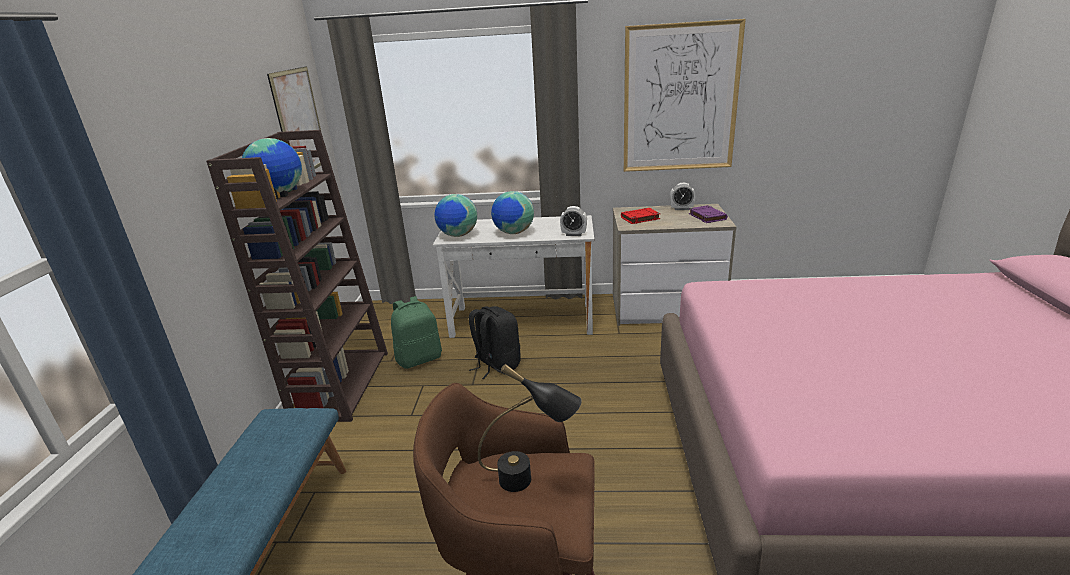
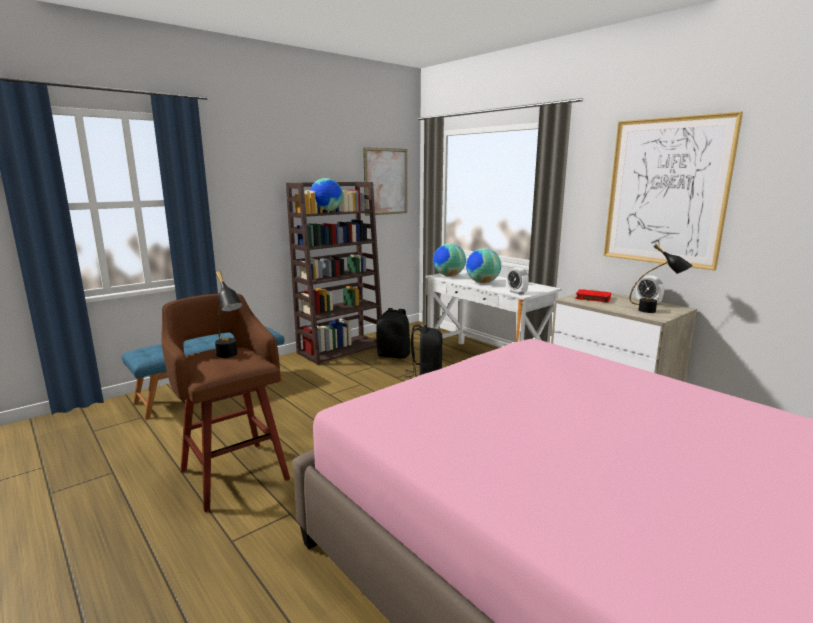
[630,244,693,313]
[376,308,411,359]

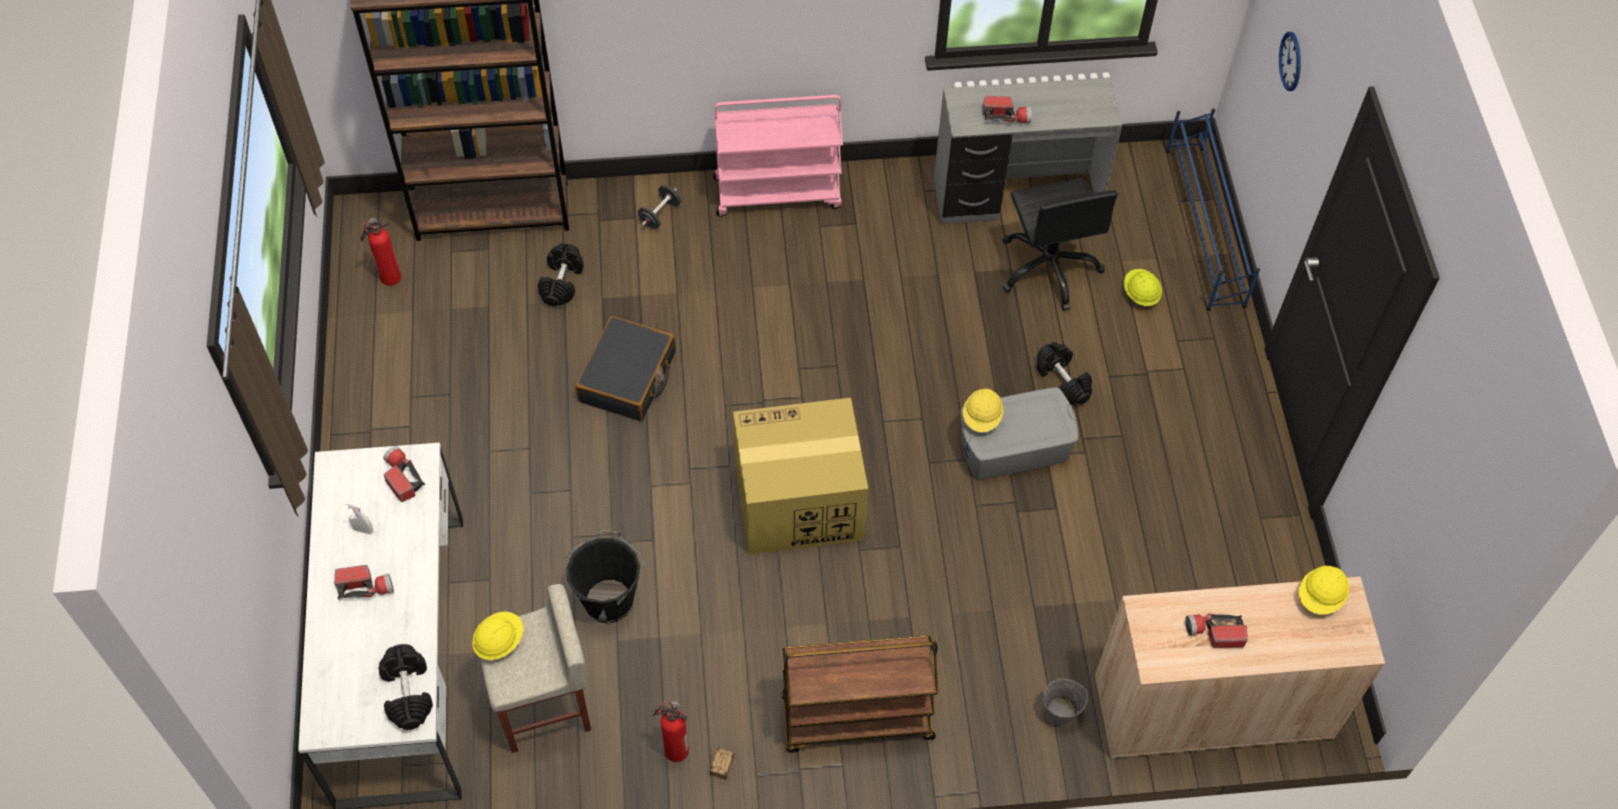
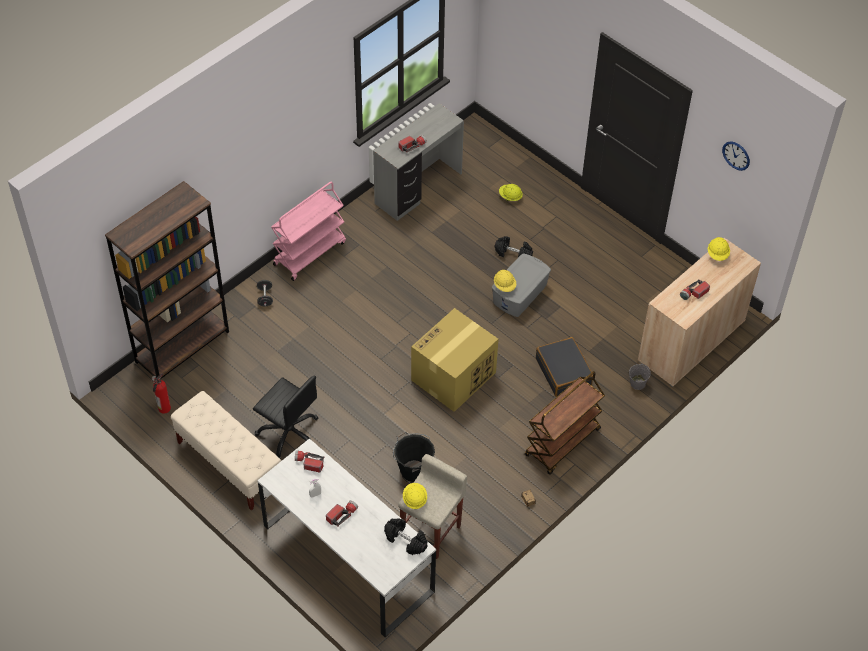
[722,141,750,171]
[1166,109,1260,311] (first image)
[253,376,318,458]
[538,243,584,306] (first image)
[536,337,593,397]
[653,701,689,762] (first image)
[171,391,281,511]

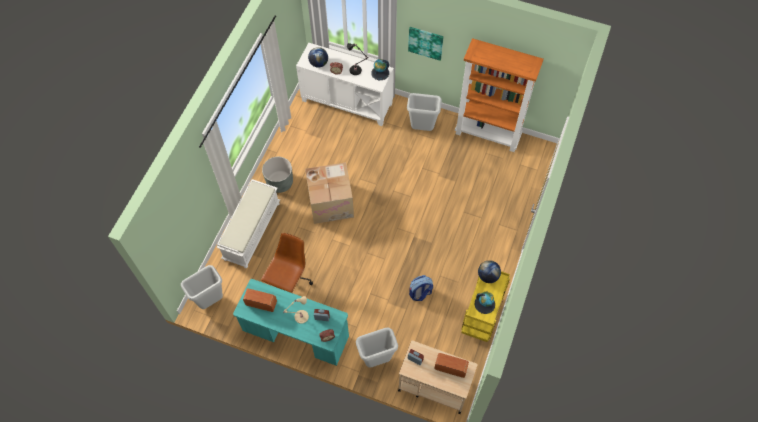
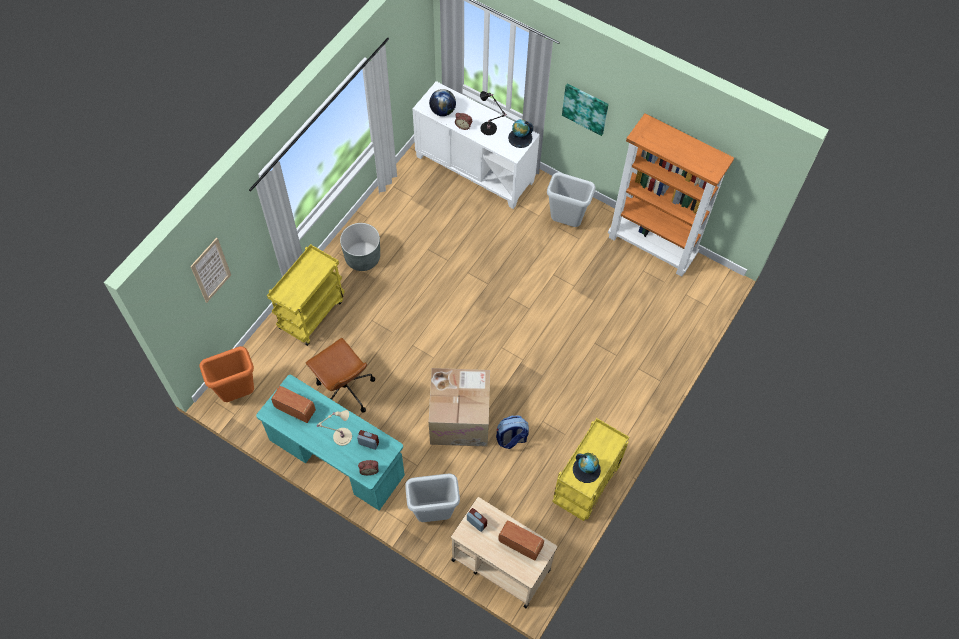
[429,368,490,447]
[267,244,345,346]
[305,338,375,413]
[478,260,501,283] (first image)
[199,346,254,402]
[190,238,231,303]

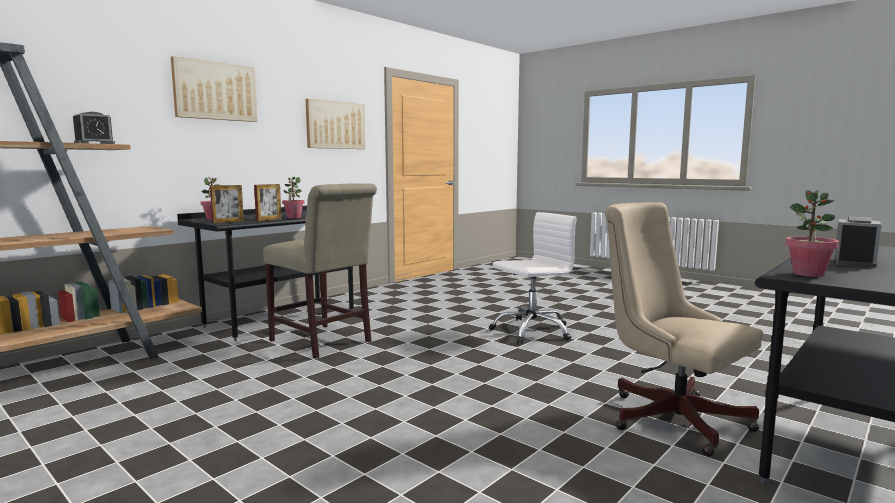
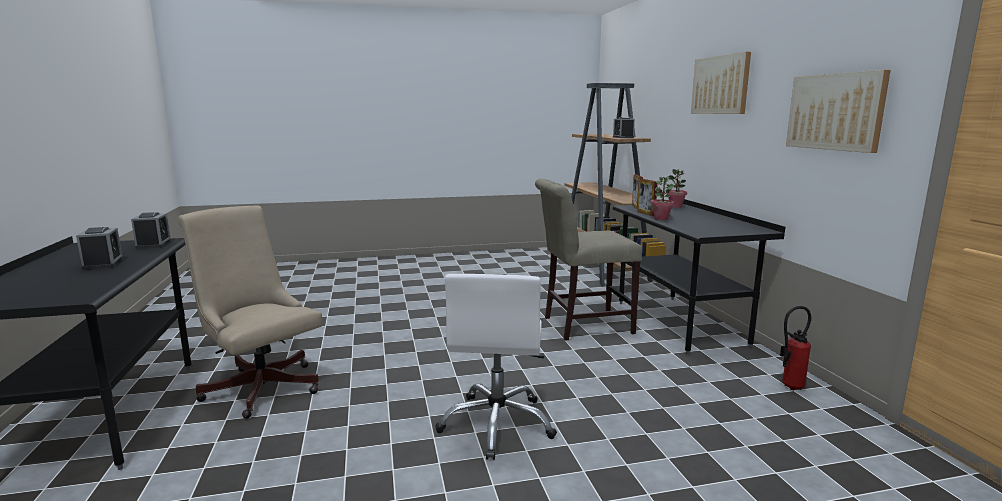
[131,212,171,249]
[178,205,322,419]
[780,306,811,390]

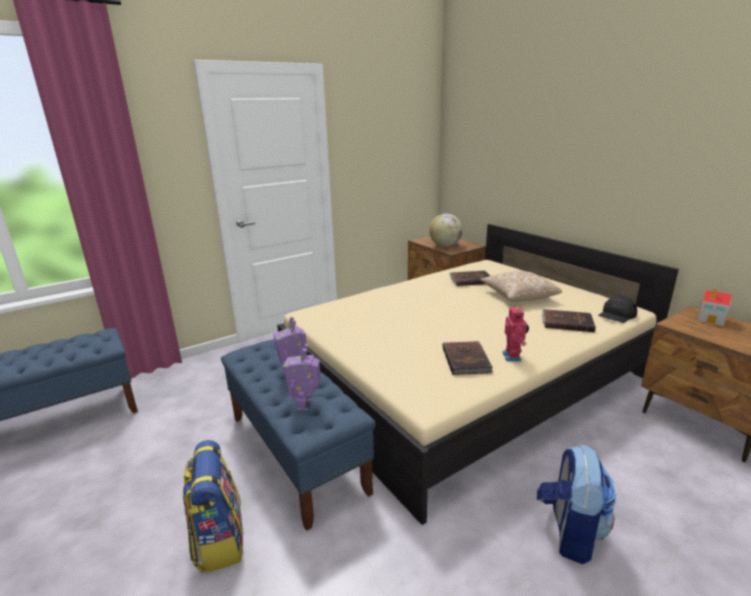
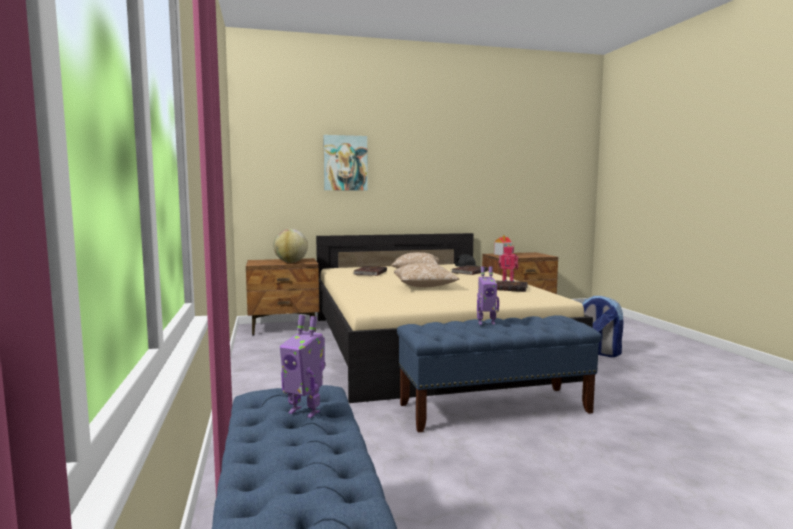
[280,315,326,418]
[182,440,243,573] (first image)
[323,135,368,190]
[394,263,459,287]

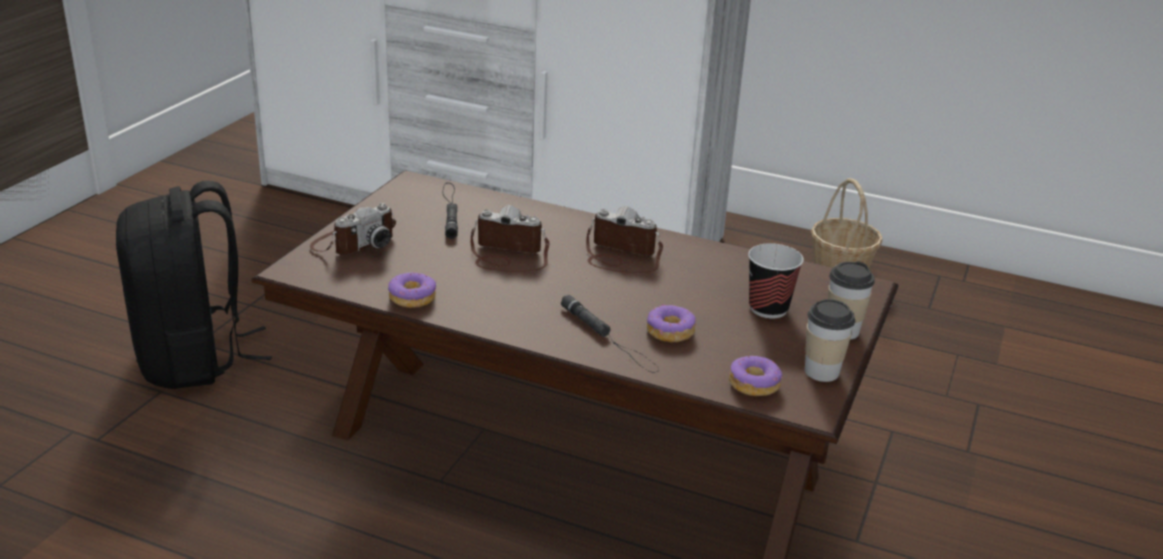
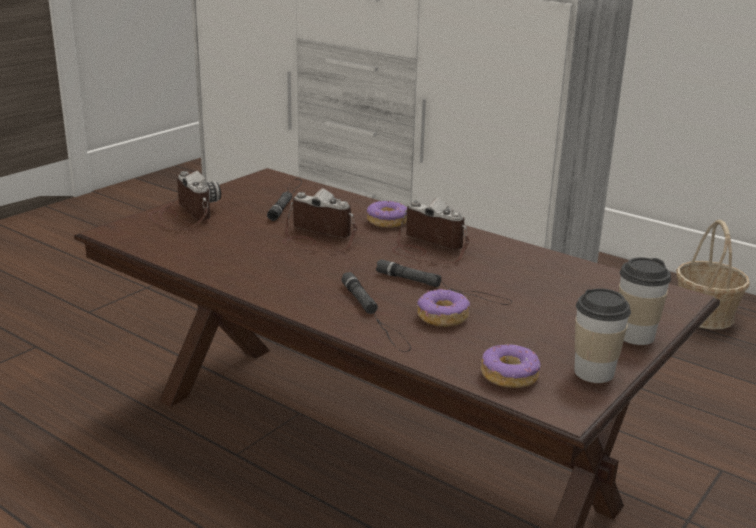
[116,181,272,389] (first image)
[148,171,221,230]
[748,243,804,319] (first image)
[367,201,407,228]
[376,259,511,305]

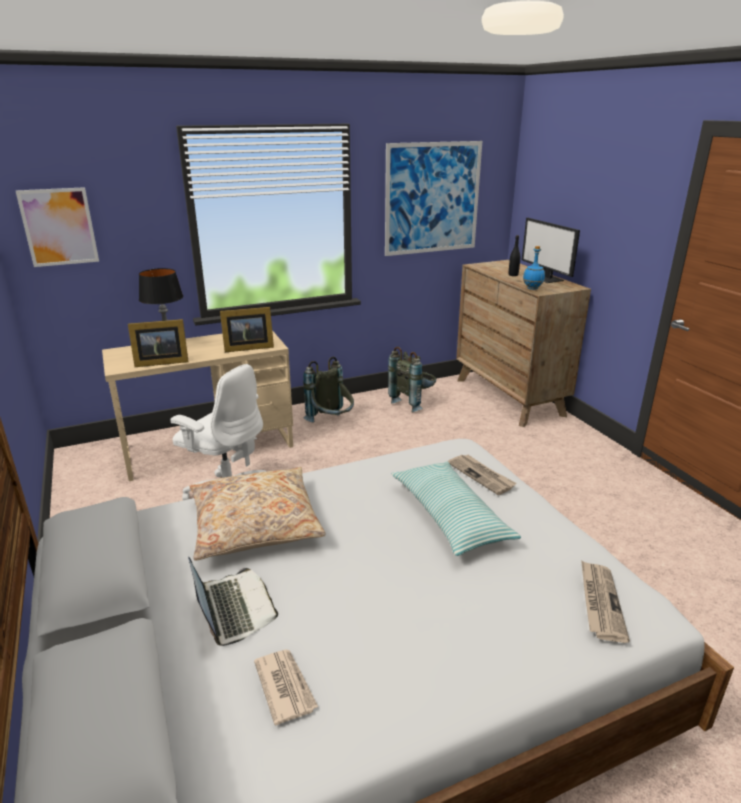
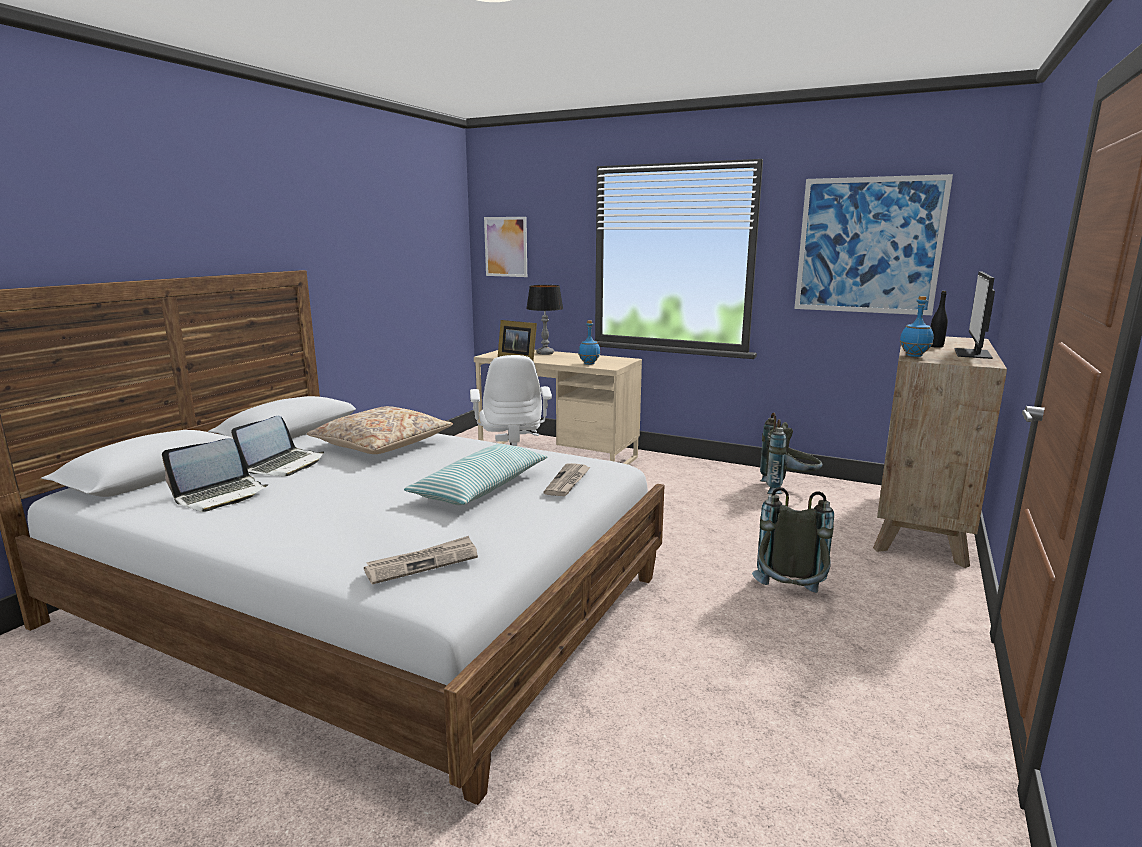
[579,320,600,365]
[752,487,834,593]
[162,438,269,512]

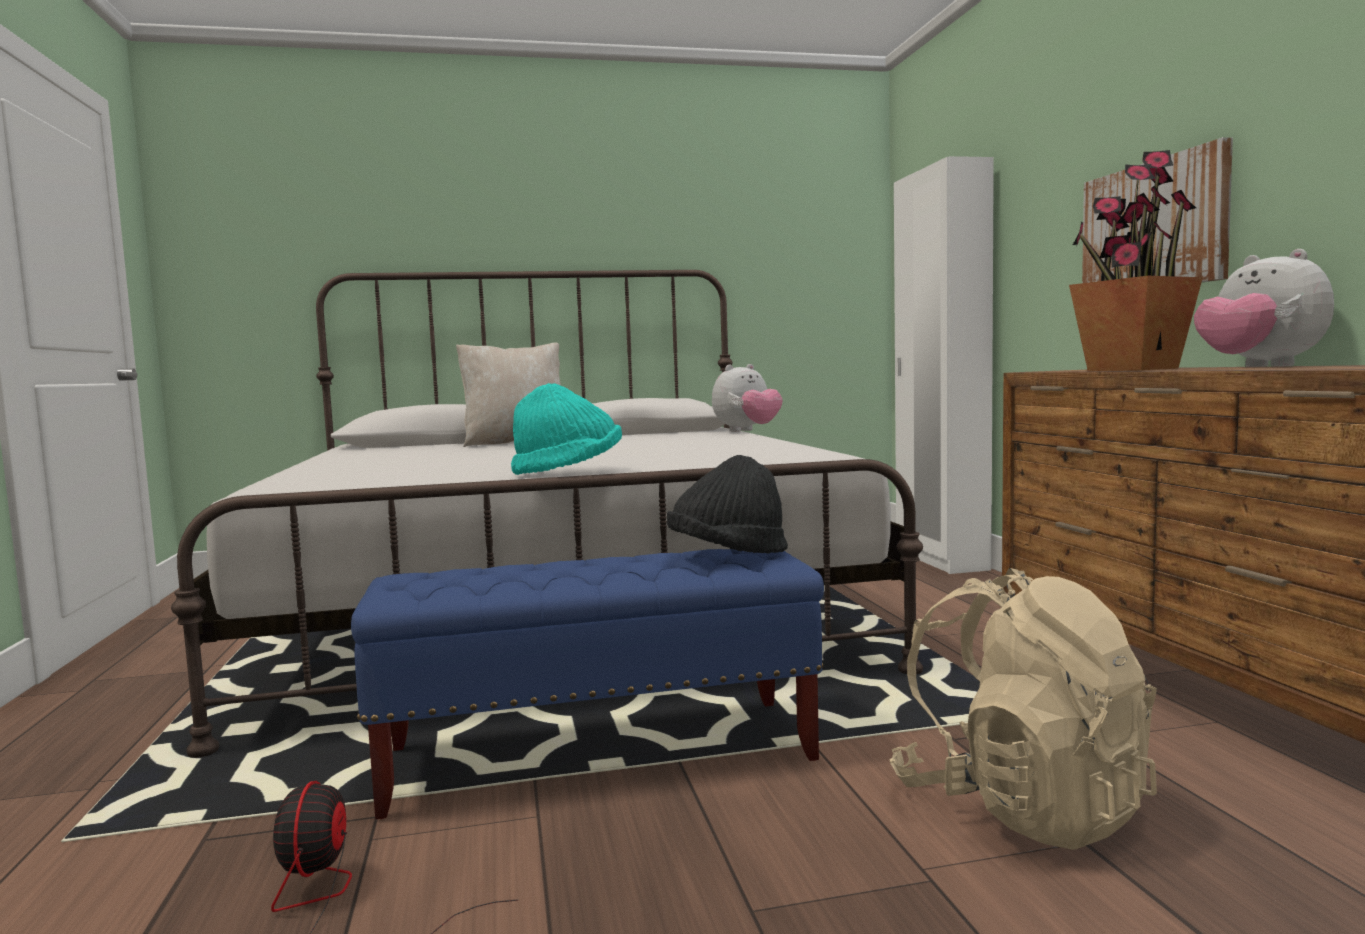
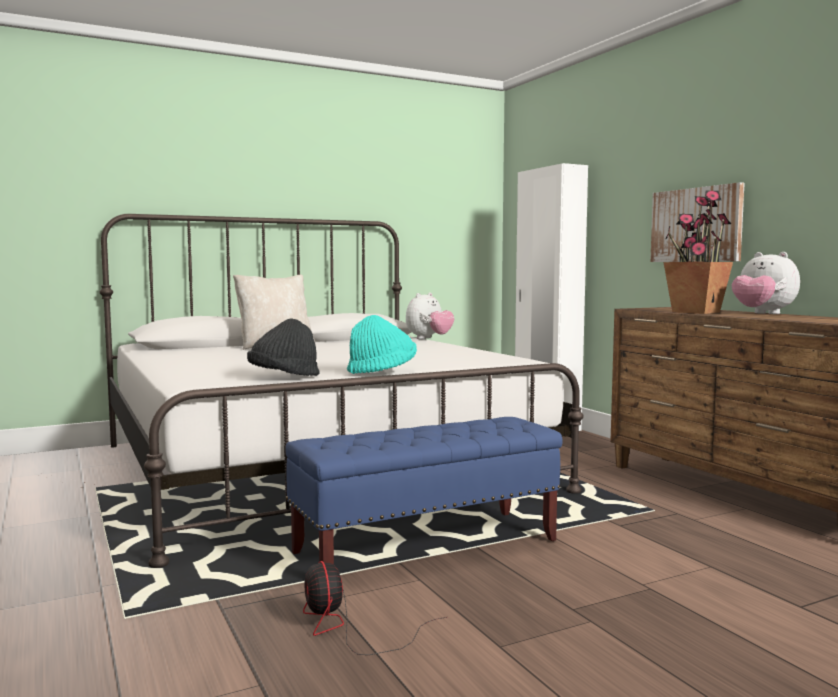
[247,318,320,376]
[890,568,1157,850] (first image)

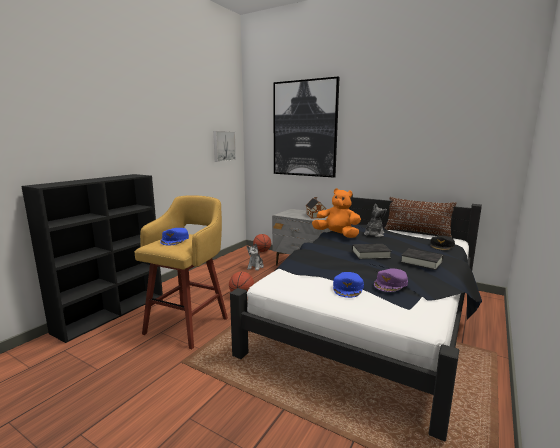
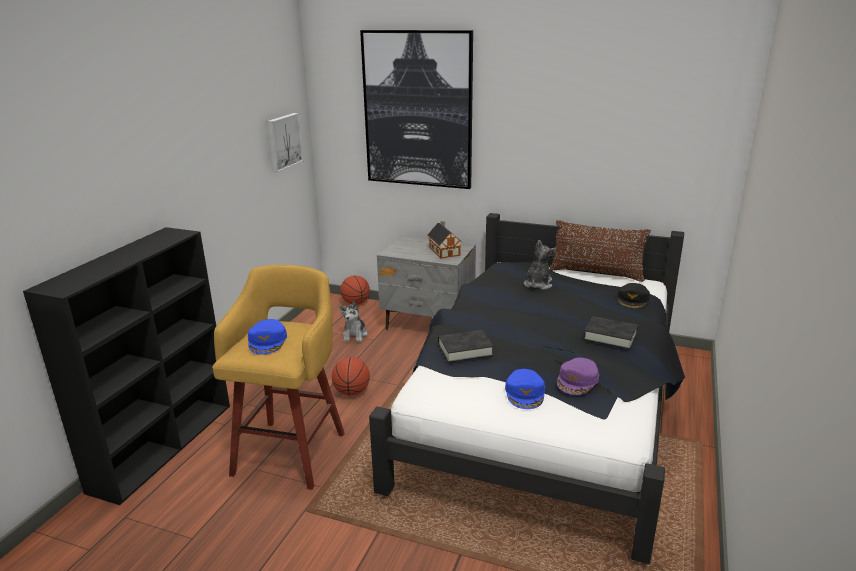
[312,188,361,238] (first image)
[438,330,494,363]

